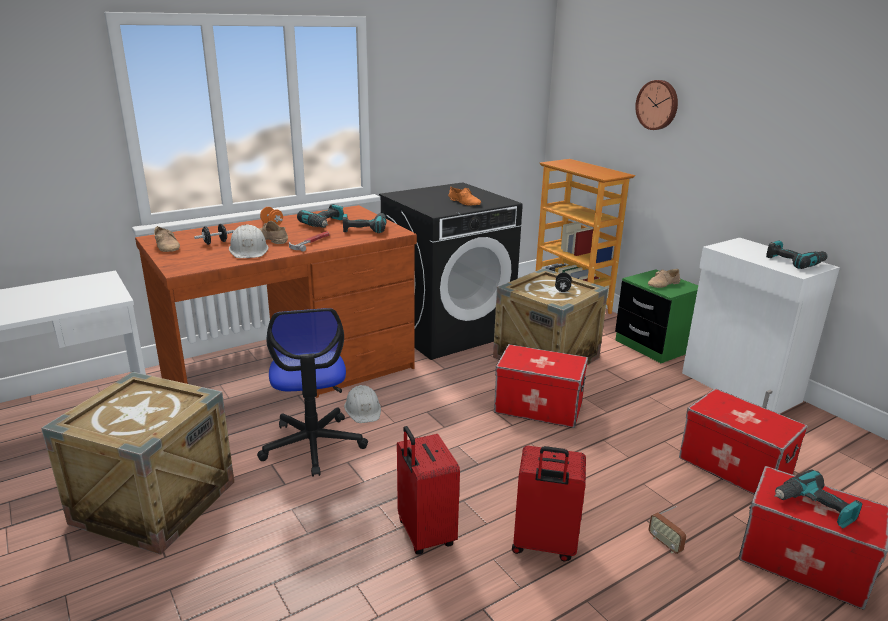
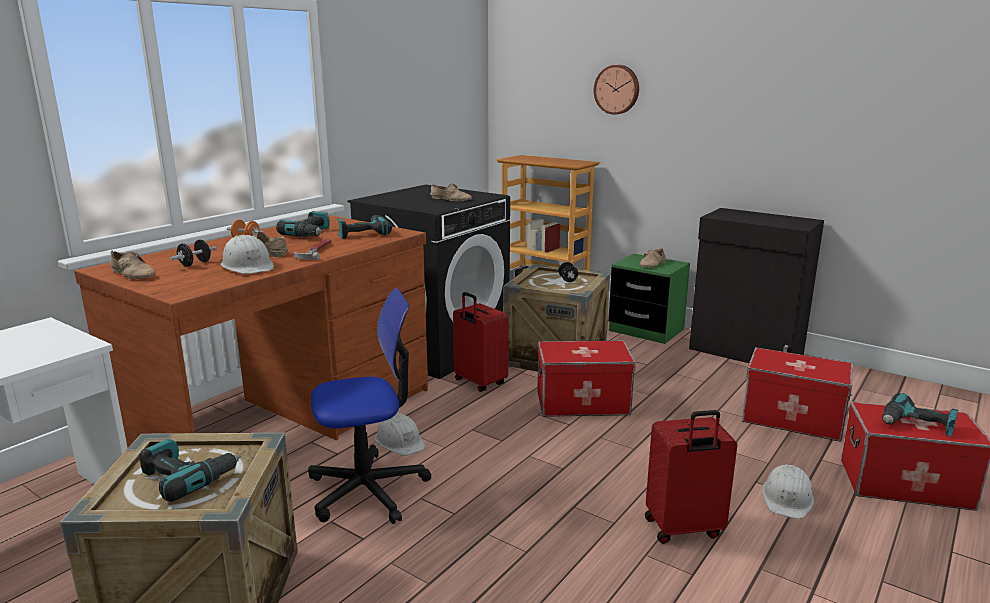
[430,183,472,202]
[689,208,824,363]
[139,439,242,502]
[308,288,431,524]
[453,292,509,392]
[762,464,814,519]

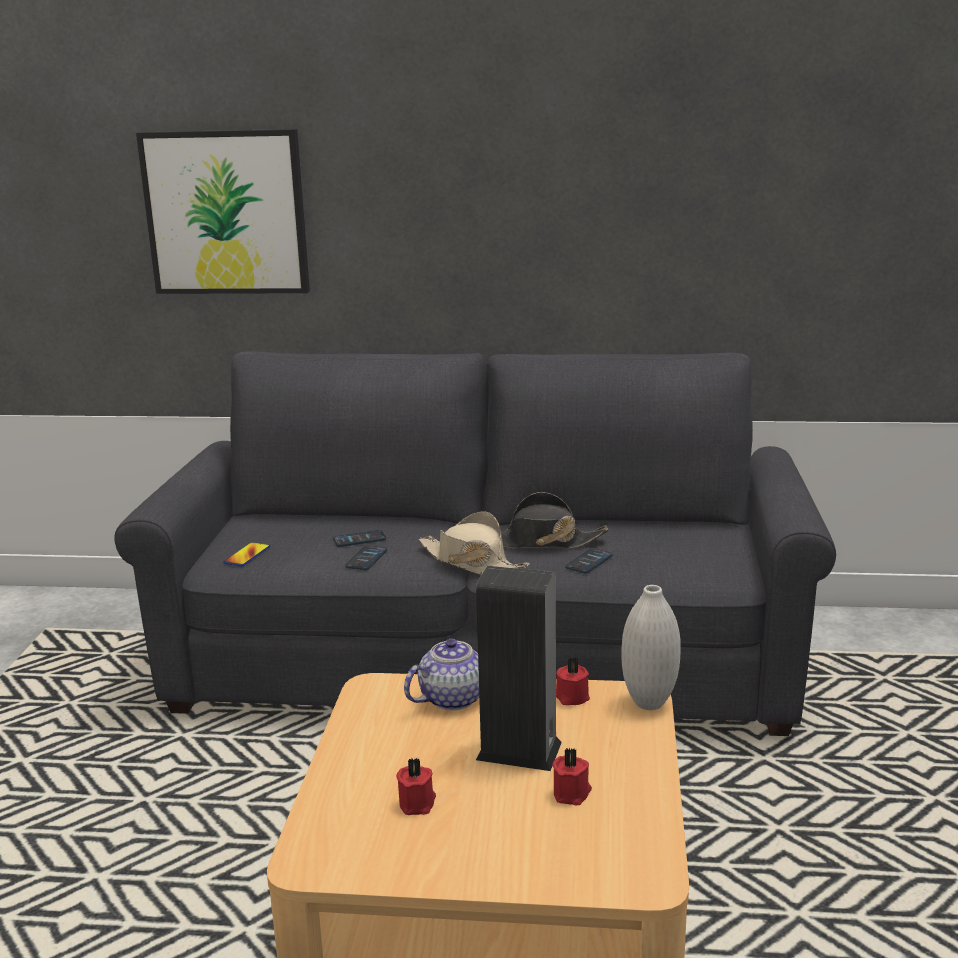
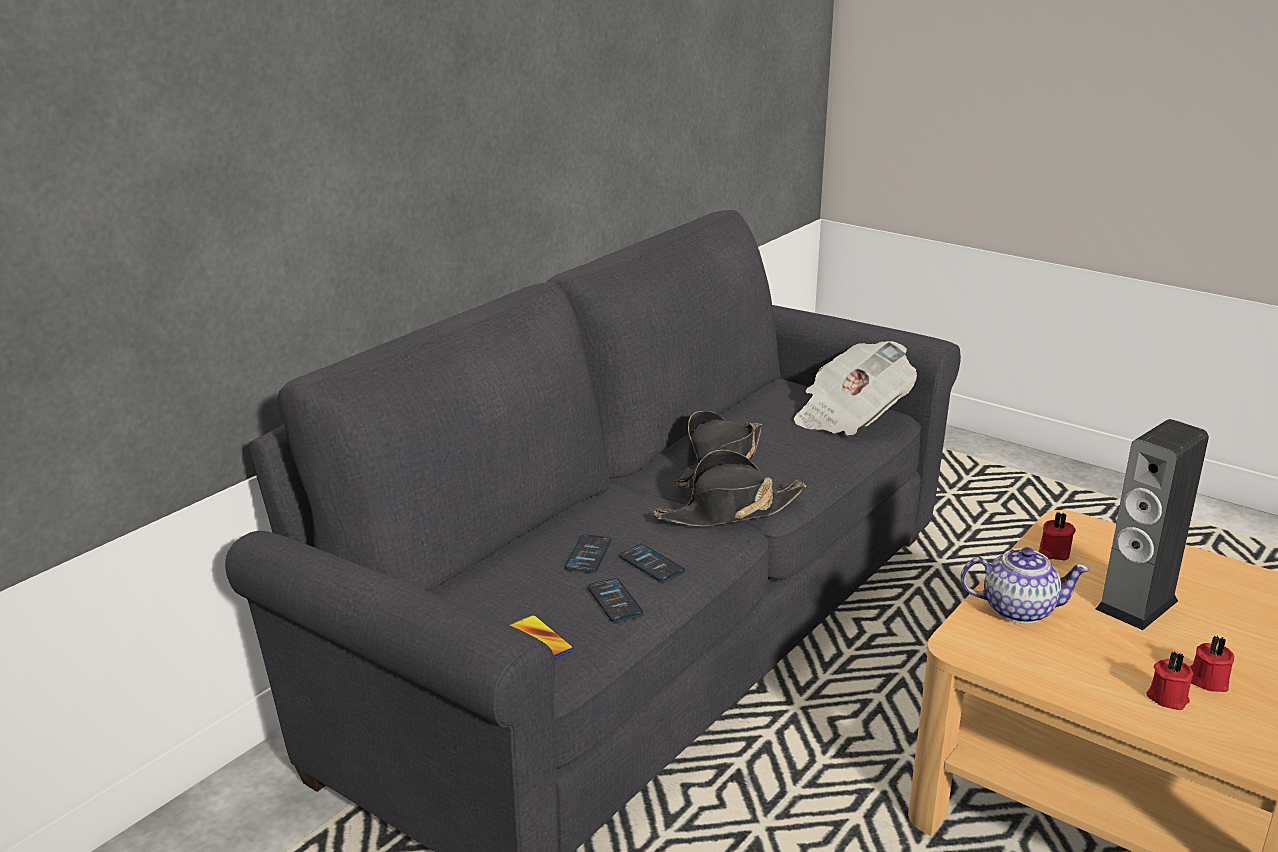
[136,129,310,294] (first image)
[652,450,806,526]
[588,578,643,622]
[621,585,681,710] (first image)
[960,547,1090,624]
[1146,652,1193,710]
[794,341,917,435]

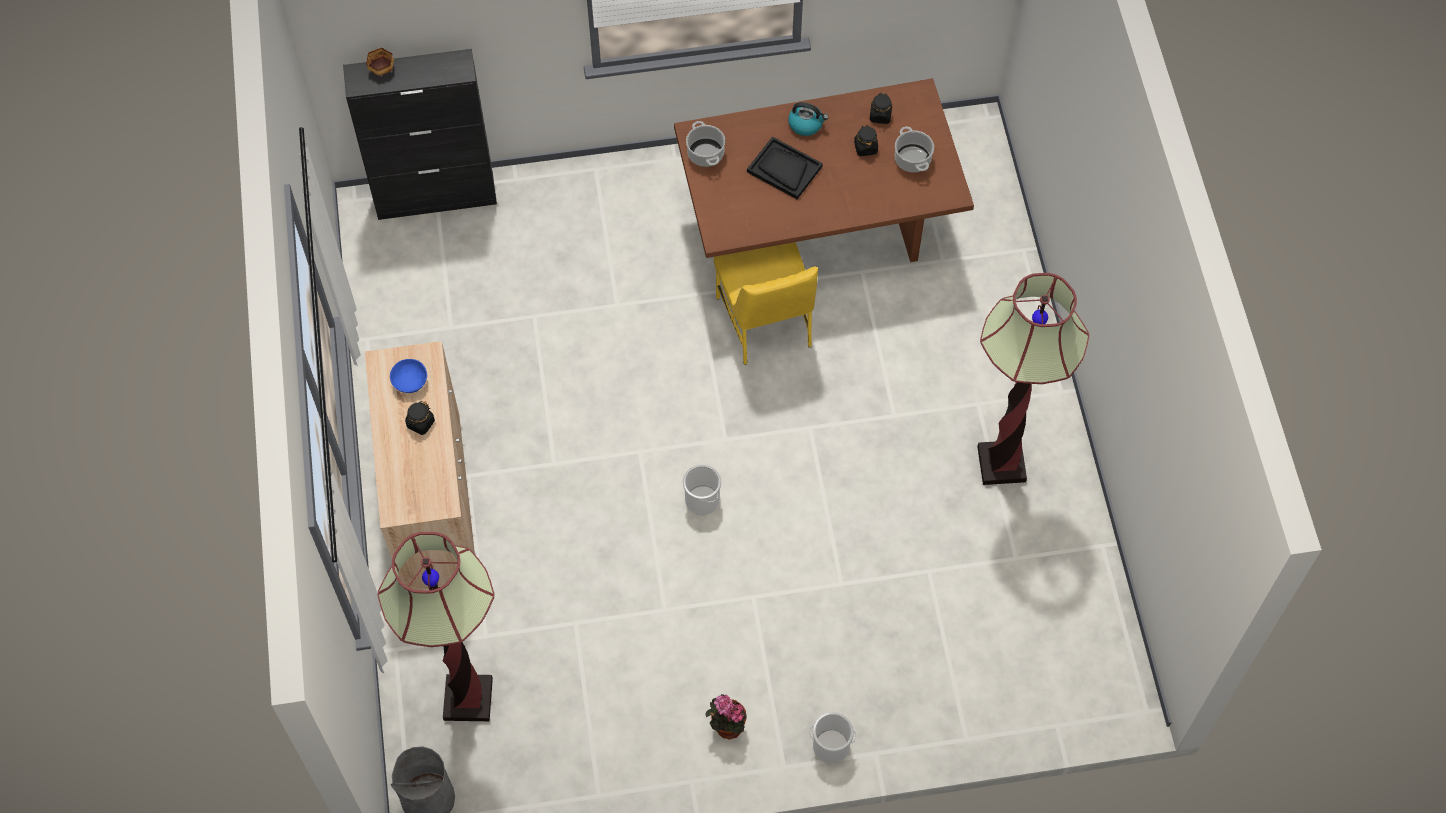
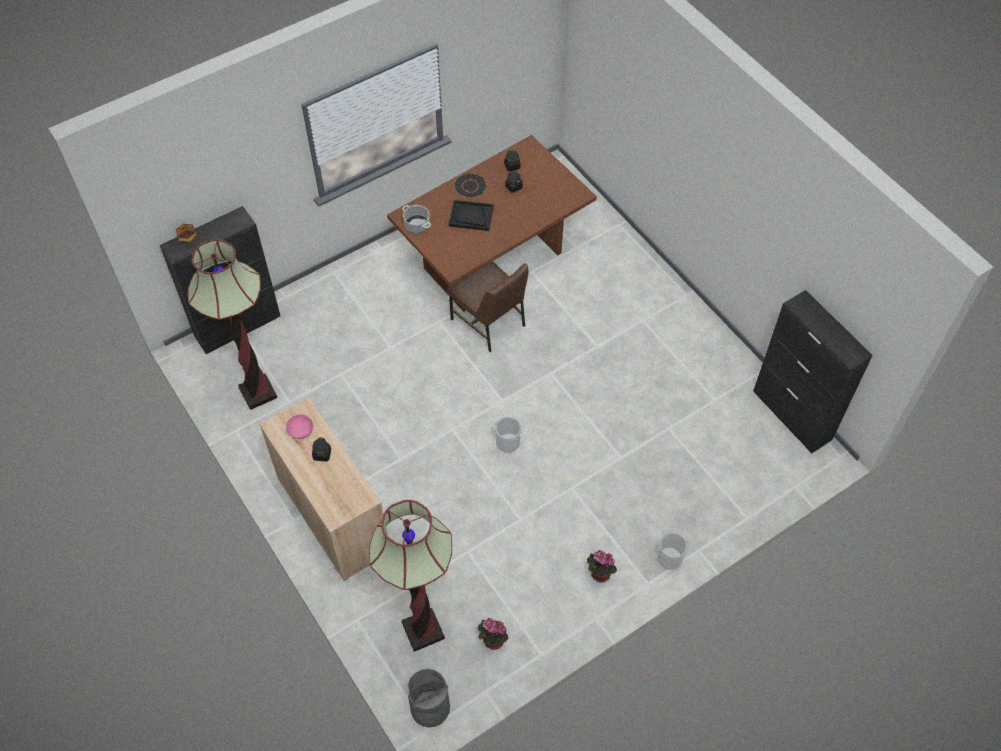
[454,173,487,198]
[895,127,934,173] (first image)
[447,261,529,352]
[188,239,277,410]
[286,414,314,439]
[753,290,873,453]
[478,618,509,650]

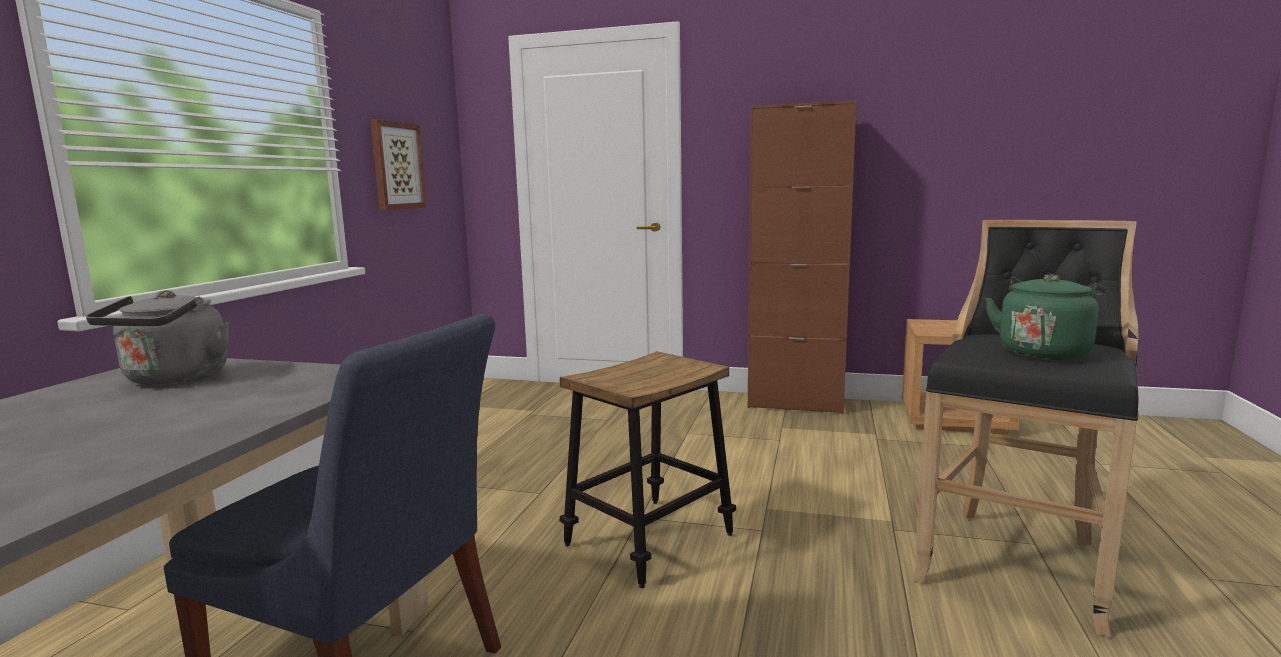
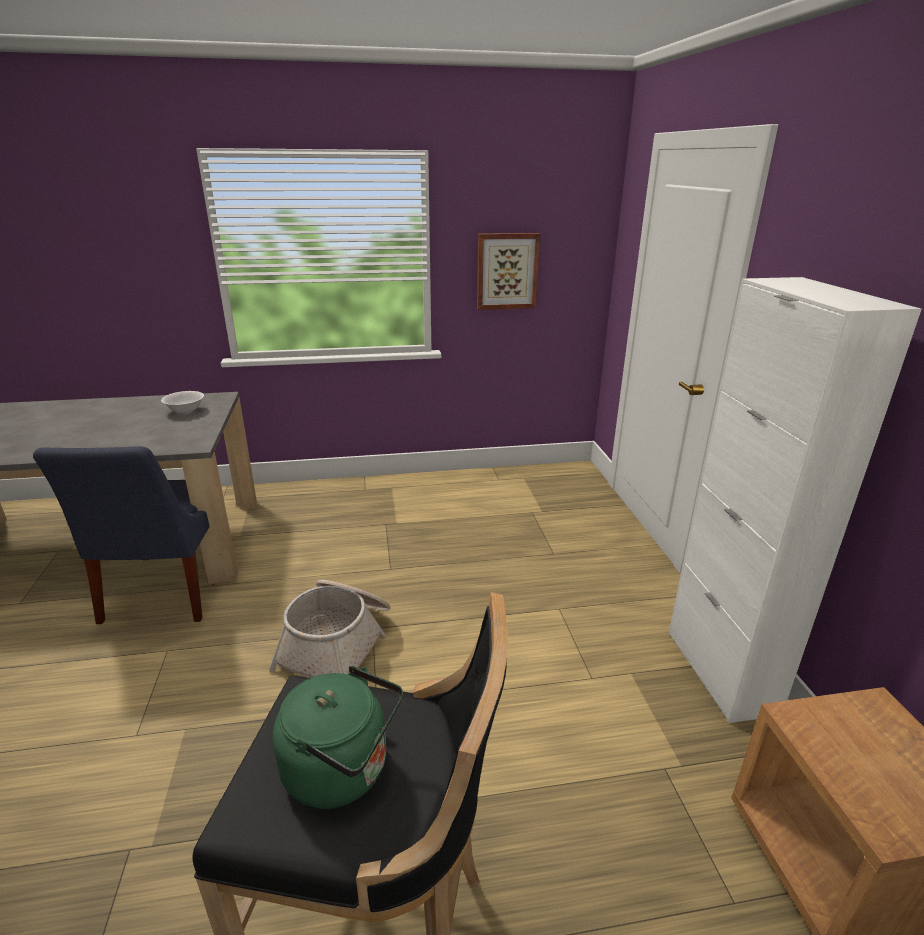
[669,277,922,723]
[161,391,204,414]
[269,580,391,678]

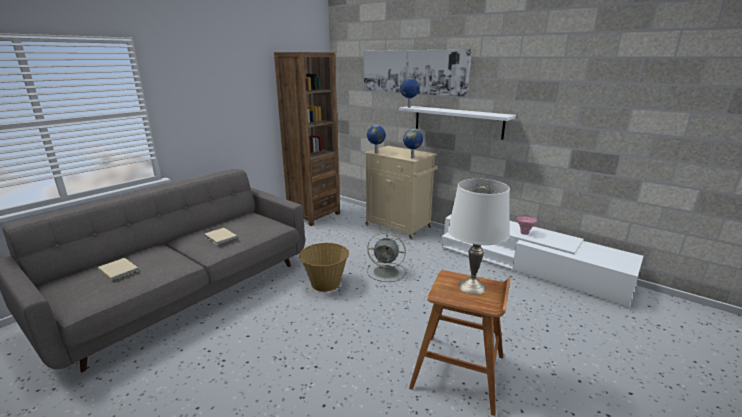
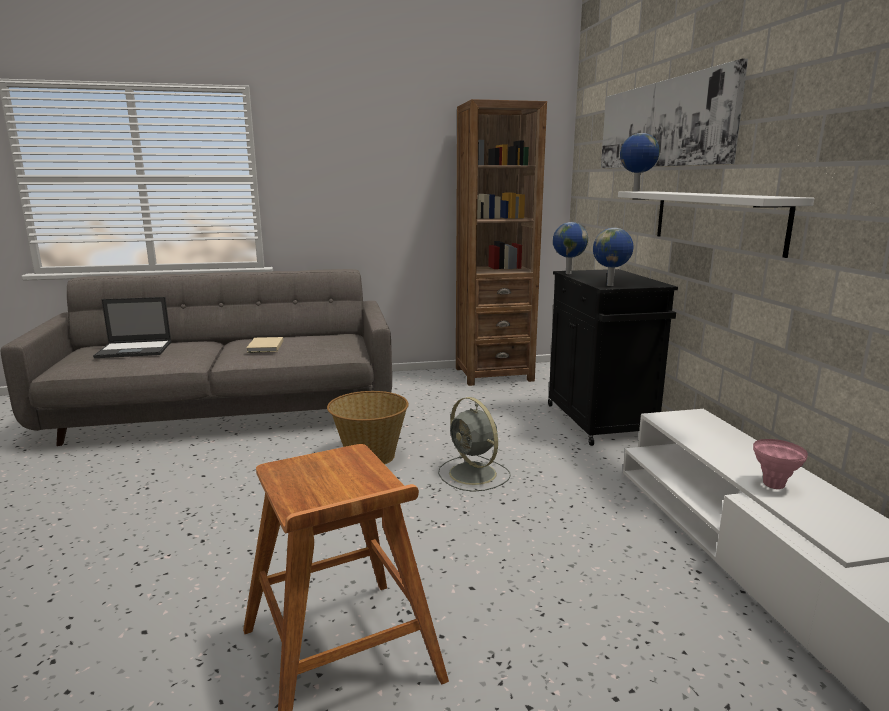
[548,269,678,446]
[448,179,510,295] (first image)
[93,297,171,358]

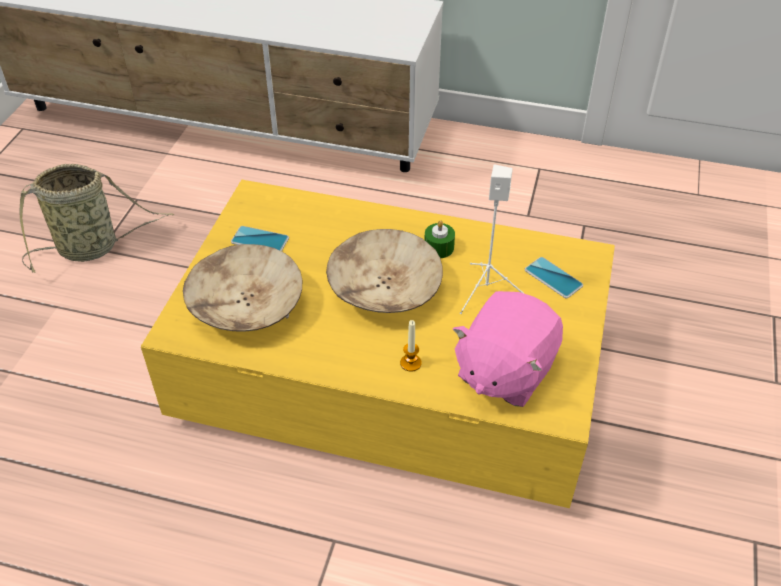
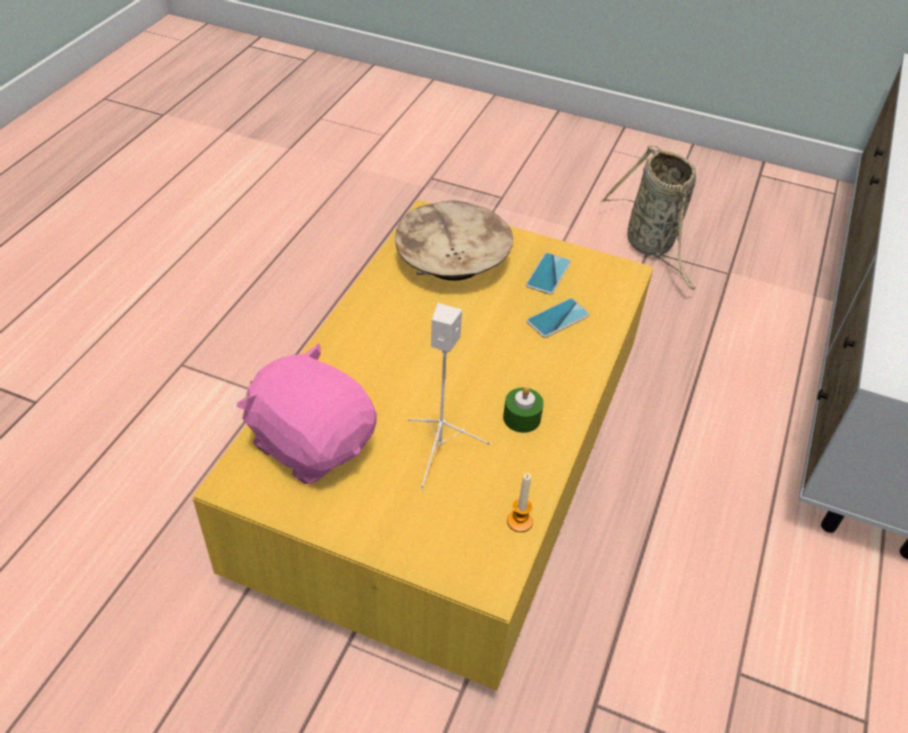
[326,229,443,313] (first image)
[526,298,590,338]
[507,473,533,532]

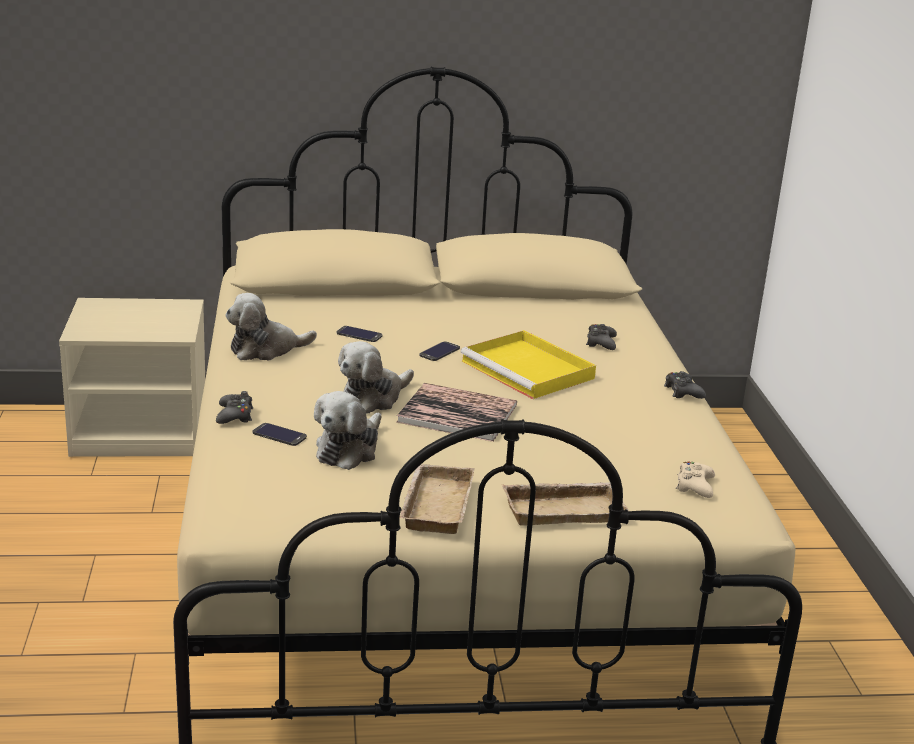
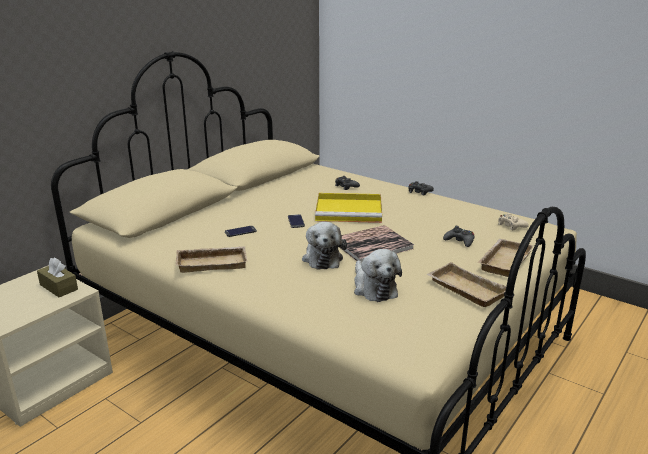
[175,246,247,273]
[443,226,474,247]
[253,423,307,446] (first image)
[37,258,78,297]

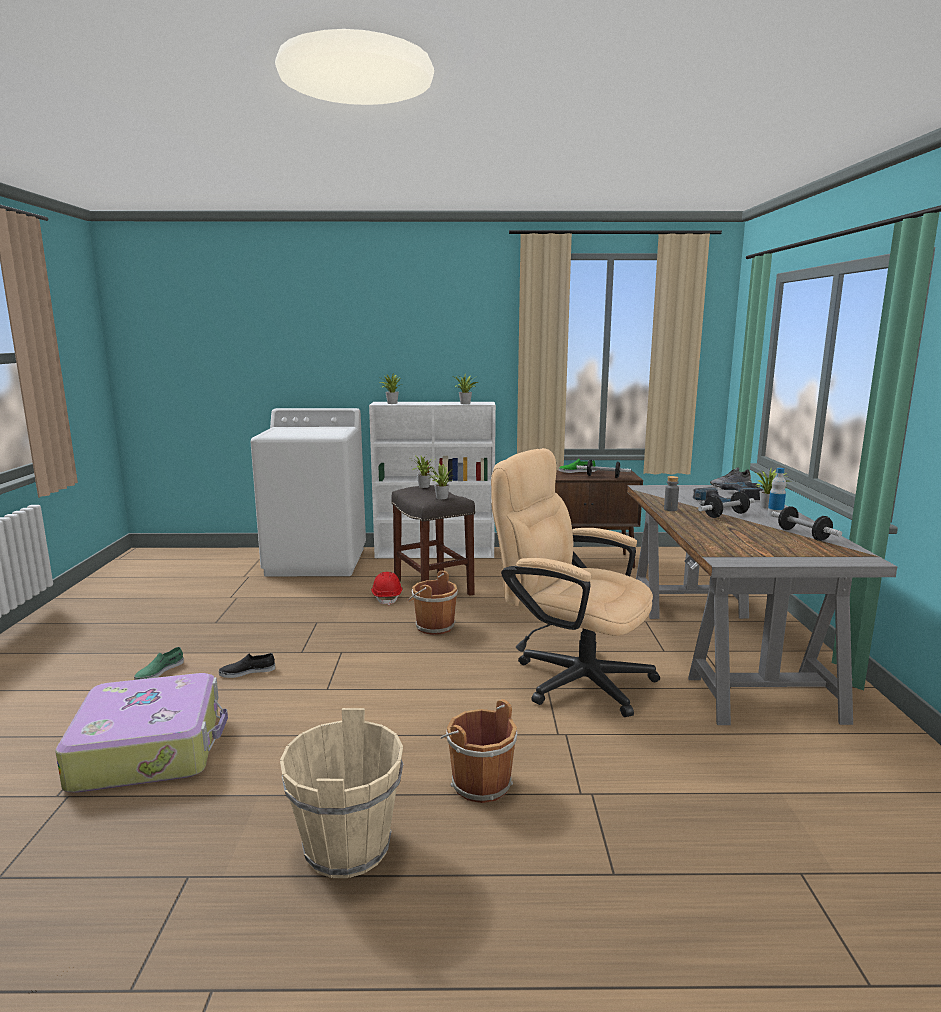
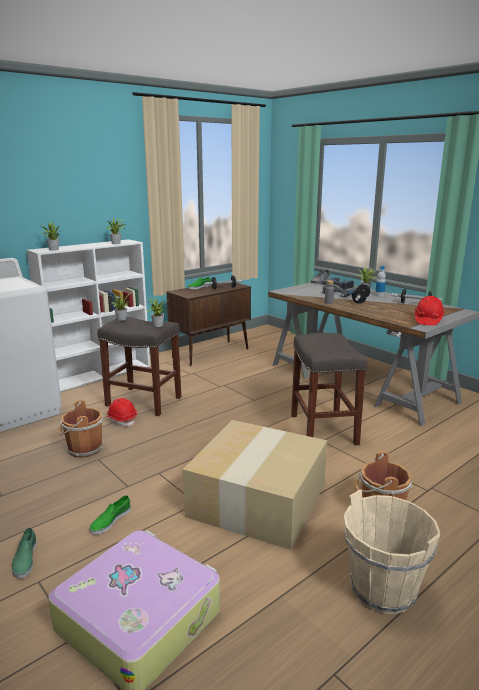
[291,333,367,445]
[58,400,103,458]
[90,495,131,535]
[415,296,445,326]
[183,420,327,550]

